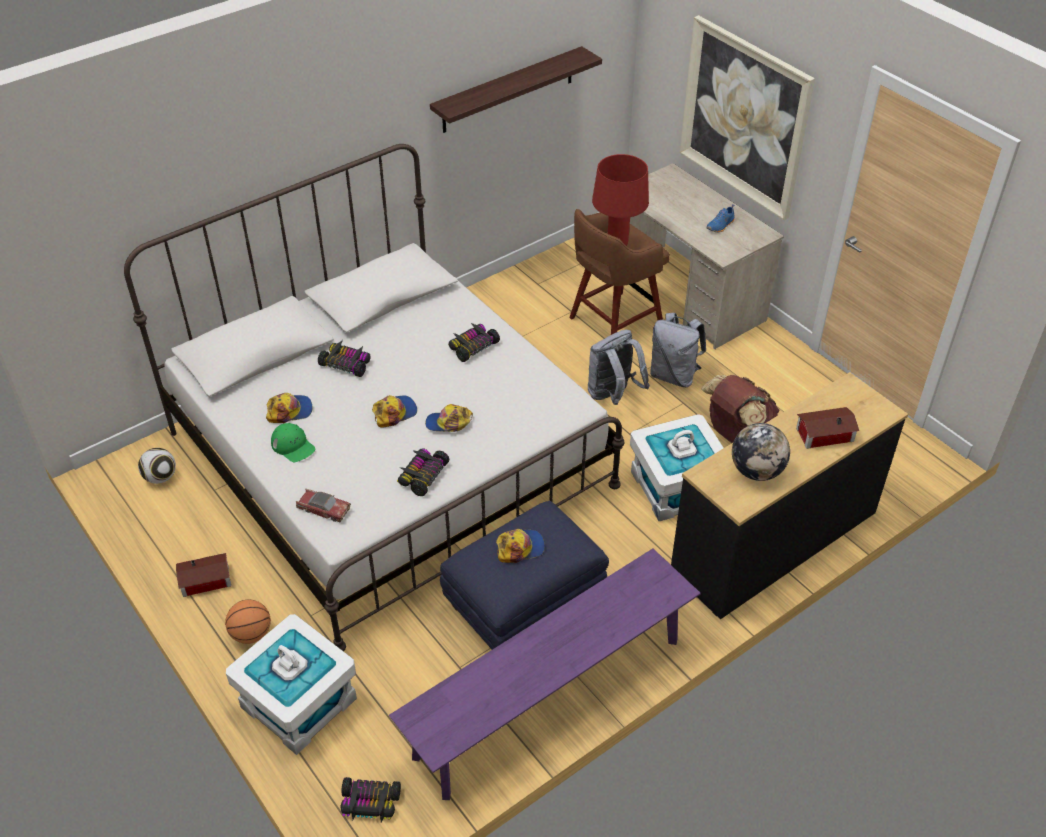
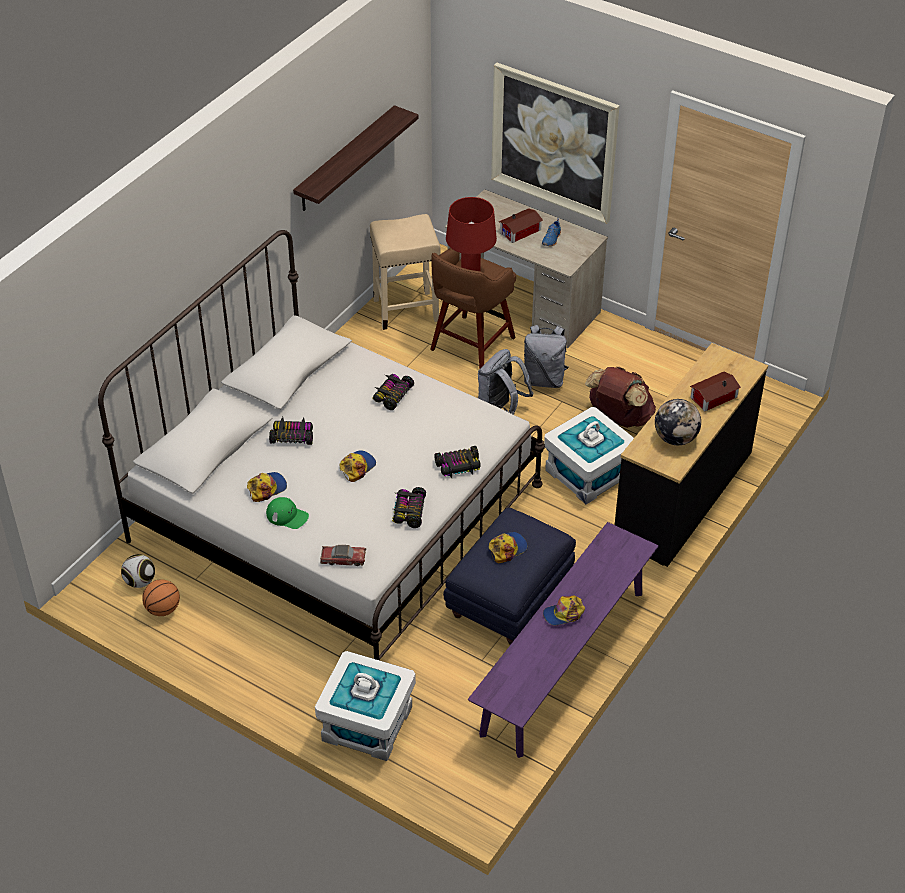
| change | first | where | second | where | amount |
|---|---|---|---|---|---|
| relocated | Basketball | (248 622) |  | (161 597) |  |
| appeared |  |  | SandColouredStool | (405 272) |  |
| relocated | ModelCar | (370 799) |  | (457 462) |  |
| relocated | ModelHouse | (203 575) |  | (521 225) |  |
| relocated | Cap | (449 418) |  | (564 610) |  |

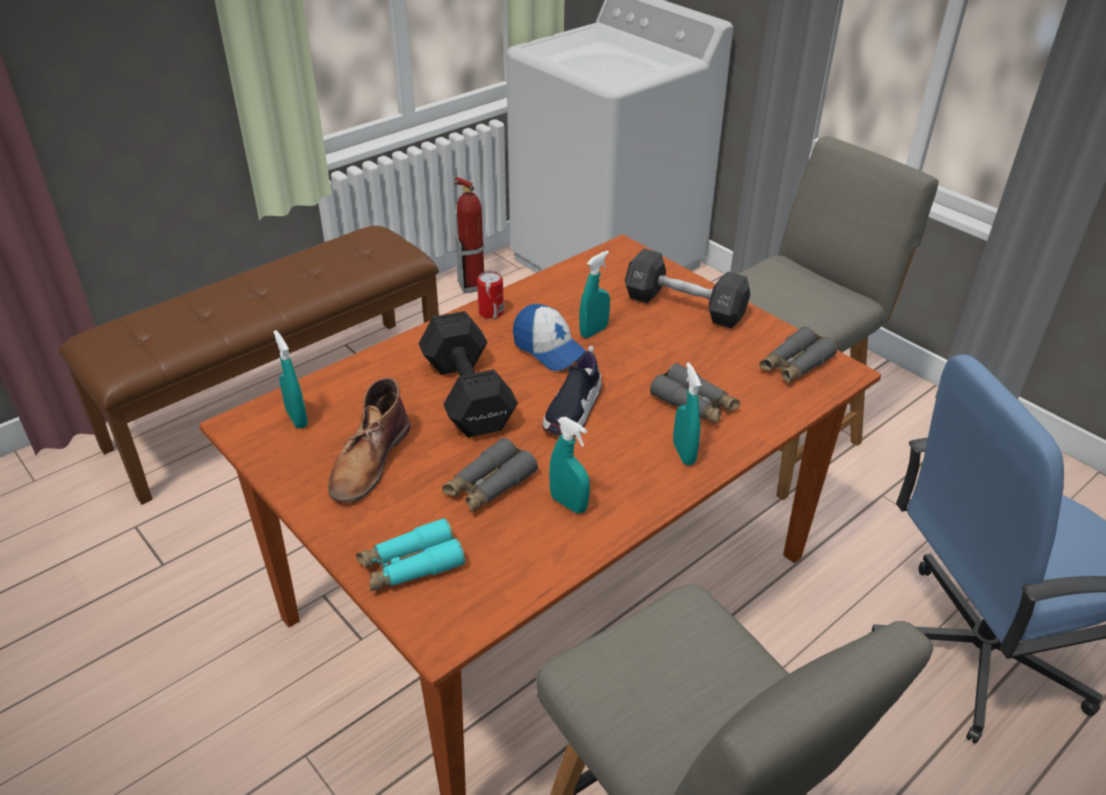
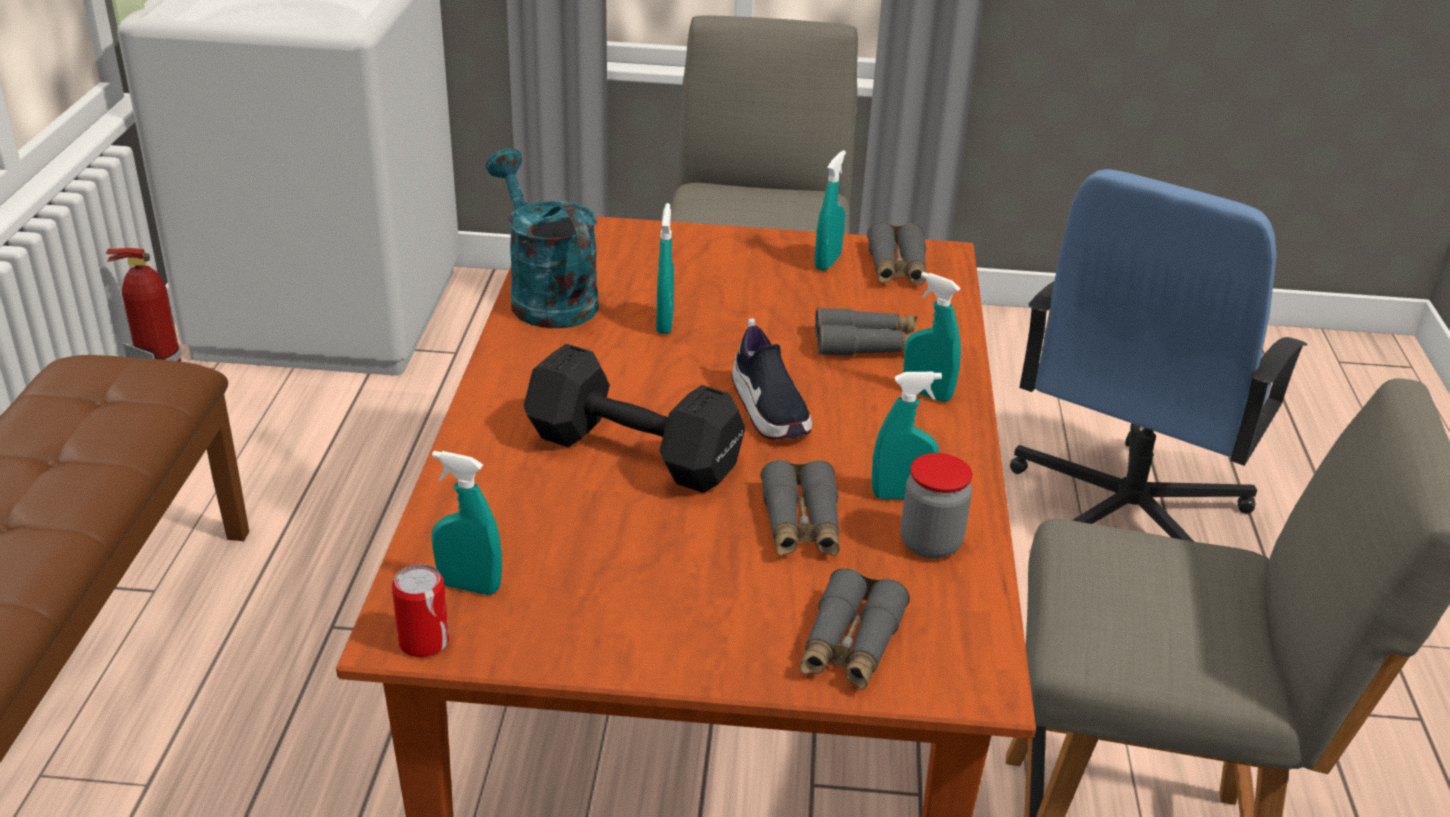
| change | first | where | second | where | amount |
|---|---|---|---|---|---|
| relocated | MetalCan | (490 295) |  | (420 611) |  |
| appeared |  |  | TurquoiseColouredWateringCan | (542 238) |  |
| colour | TurquoiseColouredBinoculars | (410 554) | GreyishBinoculars | (854 629) |  |
| appeared |  |  | TurquoiseColouredSprayer | (830 210) |  |
| appeared |  |  | PreserveJar | (936 506) |  |
| missing | BrownColouredTallBoot | (369 440) |  |  |  |
| missing | Cap | (549 337) |  |  |  |
| missing | BlackHandWeight | (687 288) |  |  |  |

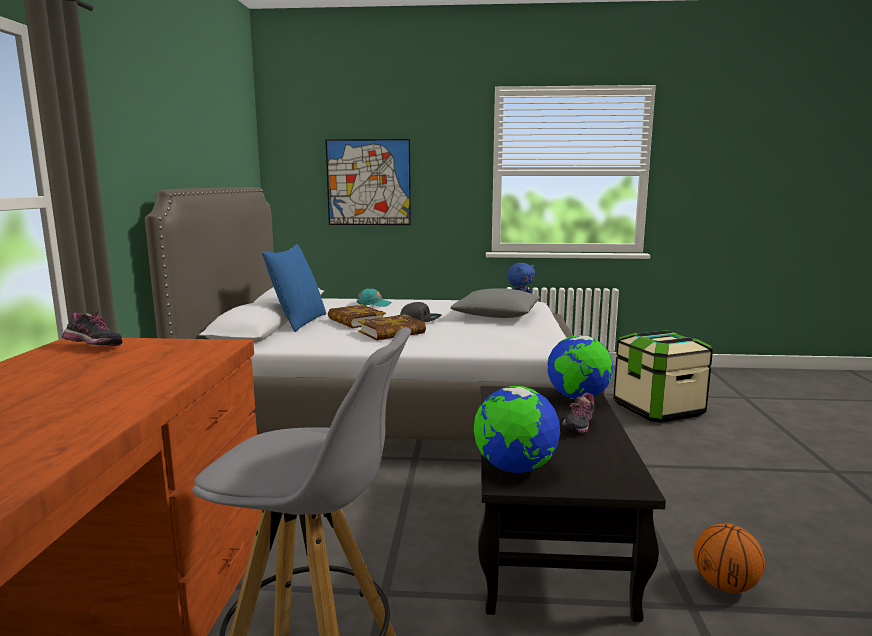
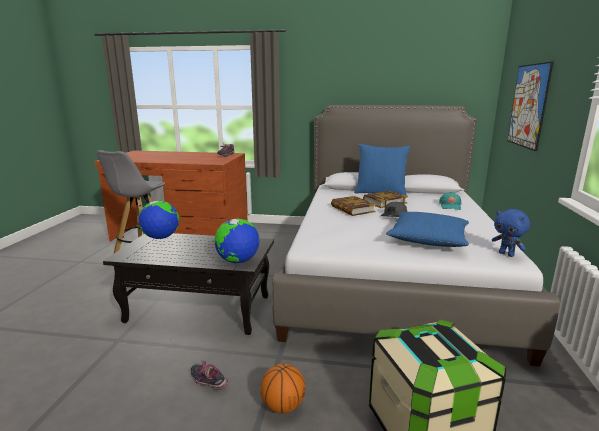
| change | first | where | second | where | amount |
|---|---|---|---|---|---|
| relocated | ItemOfFootwear | (578 413) |  | (209 375) |  |
| relocated | Basketball | (729 558) |  | (282 388) |  |
| colour | GreyishPillow | (495 303) | BlueColouredPillow | (427 229) |  |

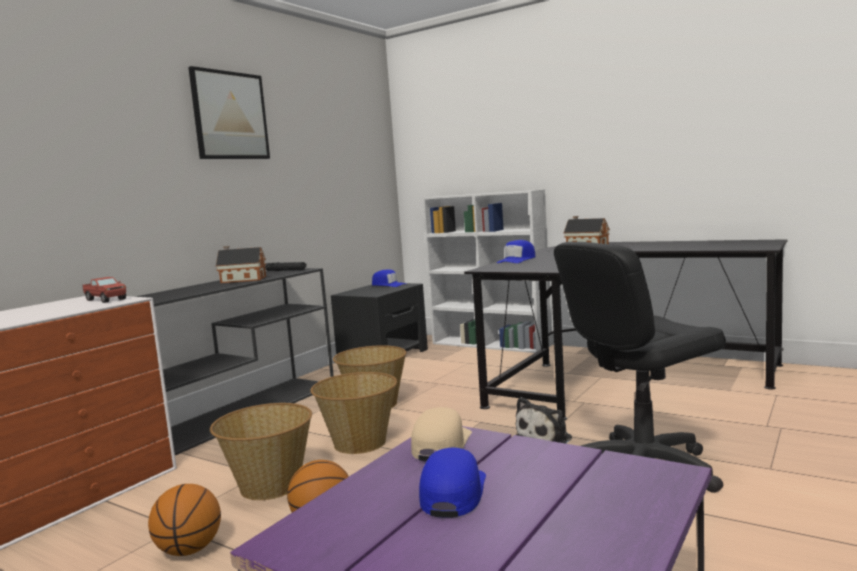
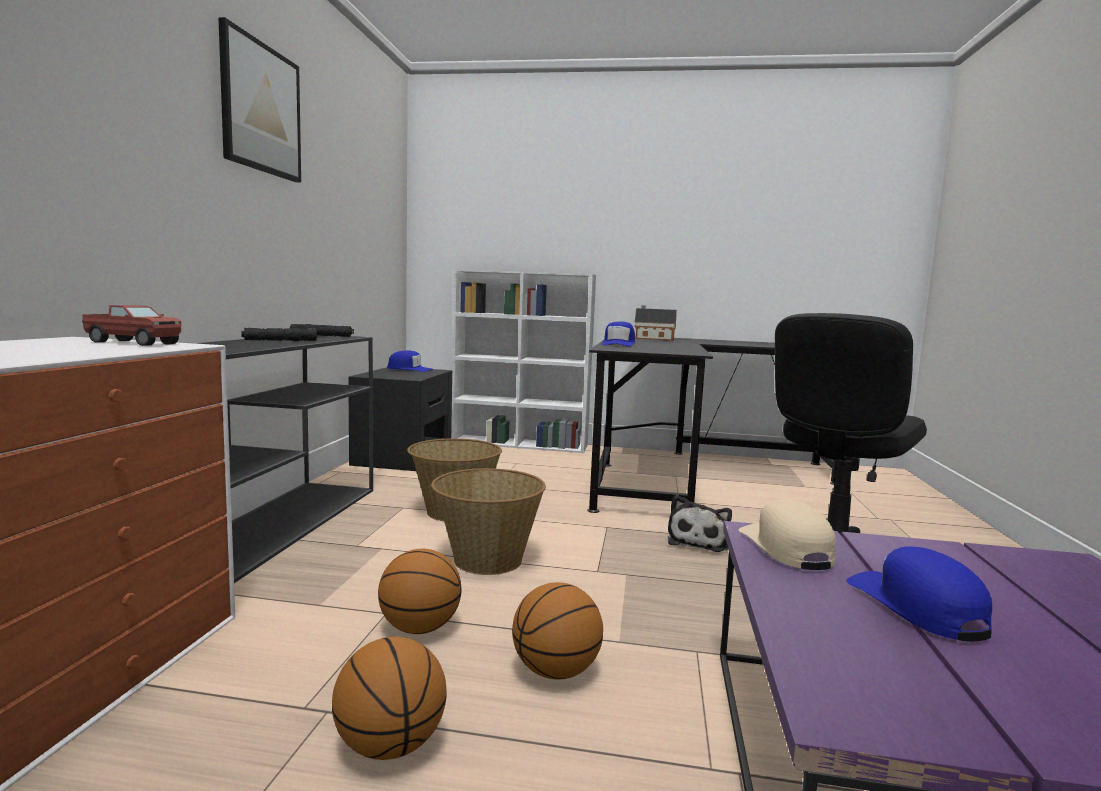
| change | first | where | second | where | amount |
|---|---|---|---|---|---|
| exchanged | ModelHouse | (241 264) | BlackTorch | (279 334) |  |
| exchanged | StorageBasket | (261 451) | Basketball | (420 591) |  |

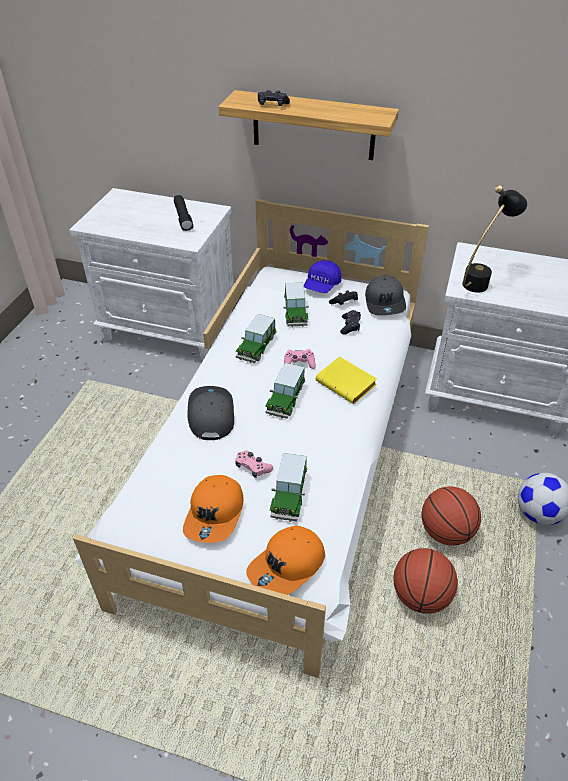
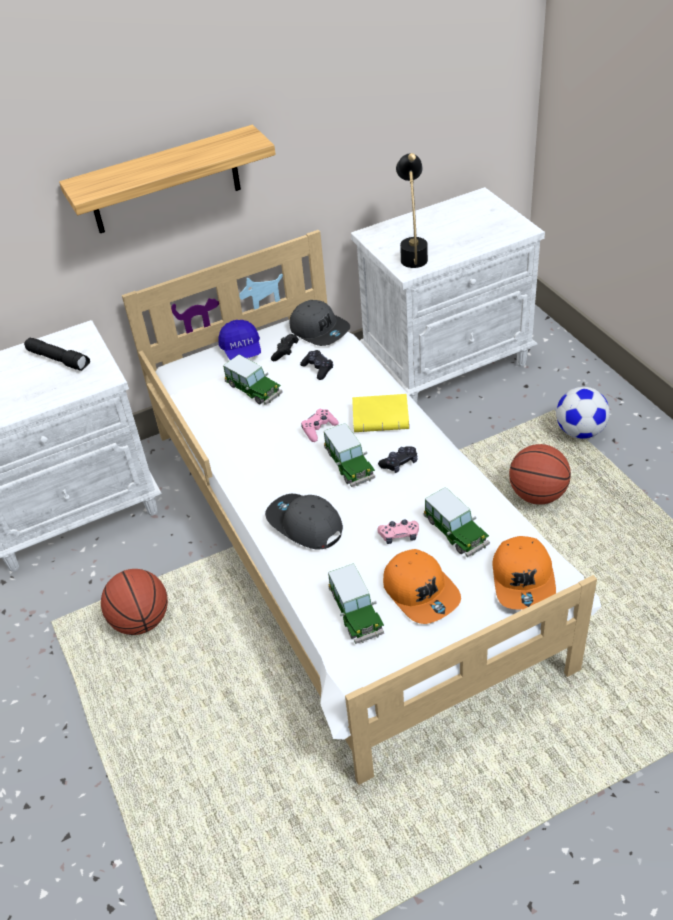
| change | first | where | second | where | amount |
|---|---|---|---|---|---|
| relocated | Basketball | (425 581) |  | (134 602) |  |
| relocated | ModelCar | (256 338) |  | (356 603) |  |
| relocated | BlackGameController | (274 98) |  | (398 459) |  |

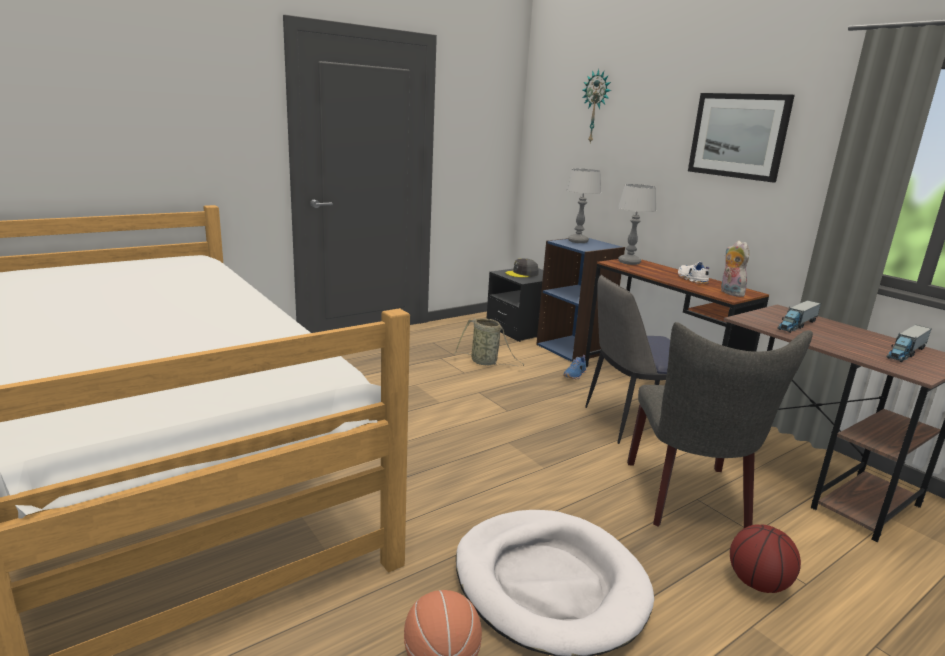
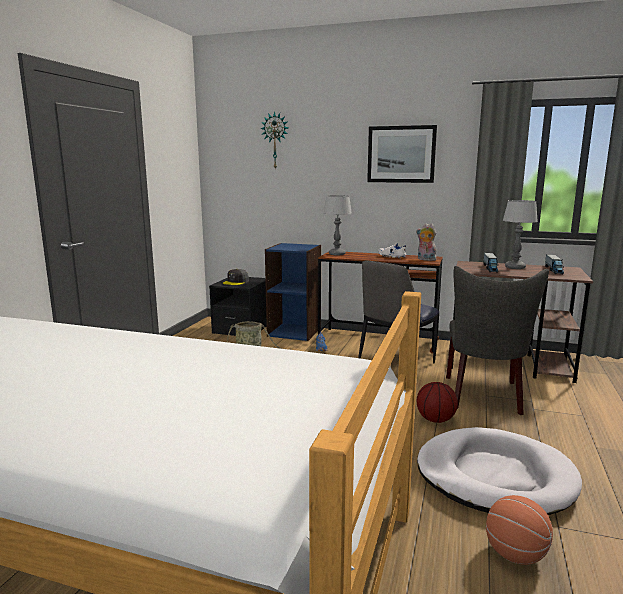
| change | first | where | second | where | amount |
|---|---|---|---|---|---|
| relocated | Basketball | (765 558) |  | (437 402) |  |
| spun | GreyishChair | (720 425) |  | (497 340) | 45 degrees clockwise |
| relocated | LampForATable | (583 206) |  | (520 234) |  |

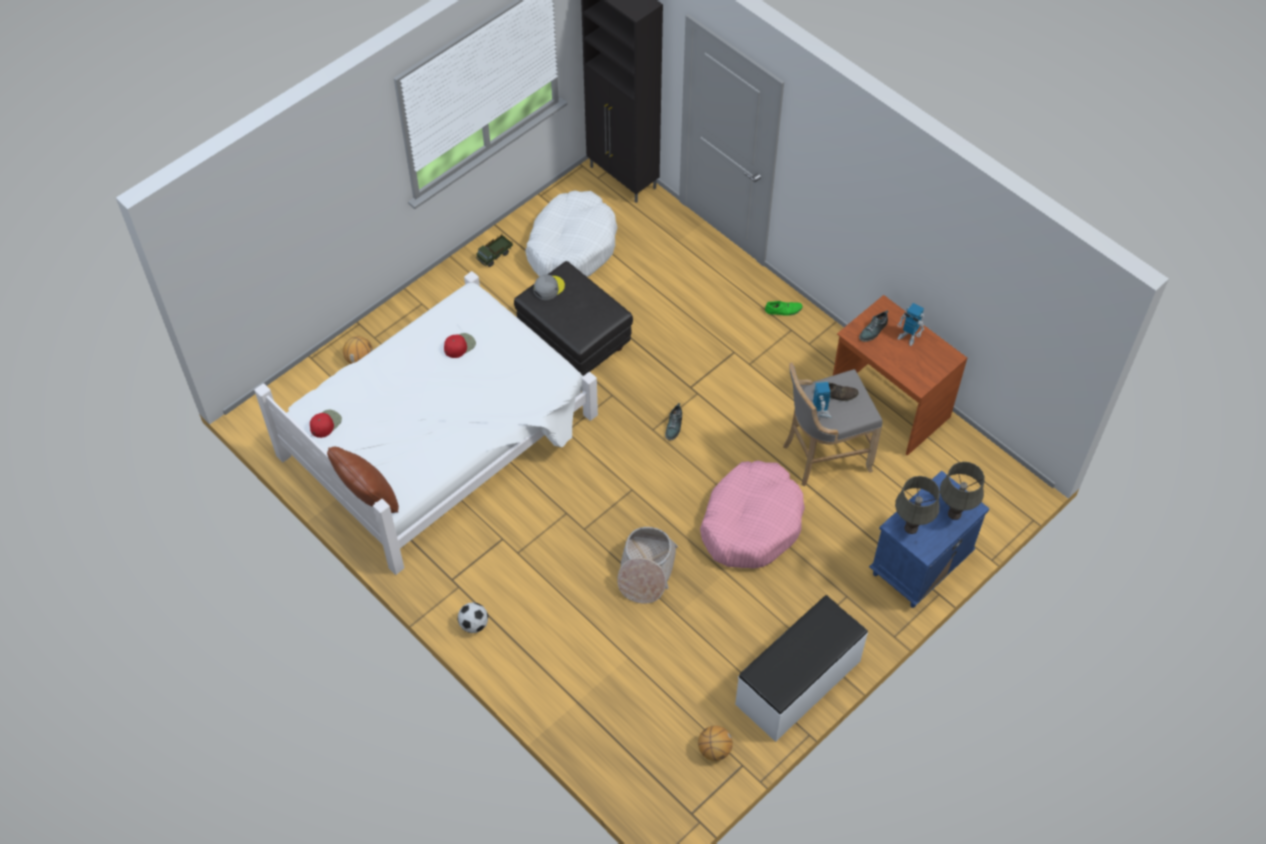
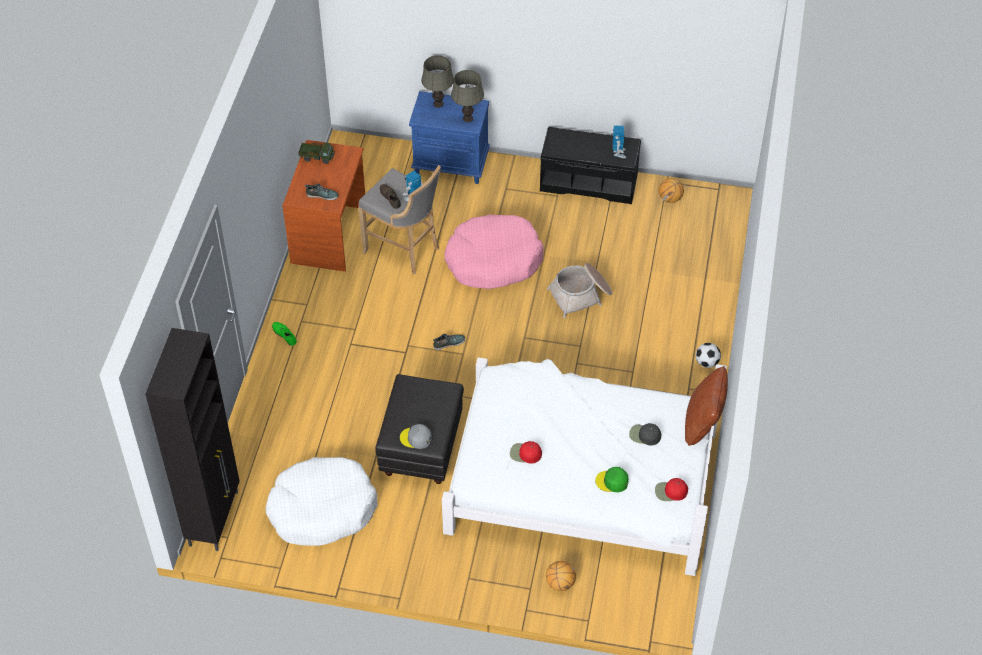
| change | first | where | second | where | amount |
|---|---|---|---|---|---|
| relocated | ToyTruck | (494 251) |  | (316 153) |  |
| colour | WhiteColouredIndoorBench | (801 668) | BlackIndoorBench | (590 165) |  |
| appeared |  |  | GreenColouredCap | (611 479) |  |
| relocated | RobotFigure | (910 324) |  | (619 142) |  |
| appeared |  |  | BlackCap | (645 434) |  |

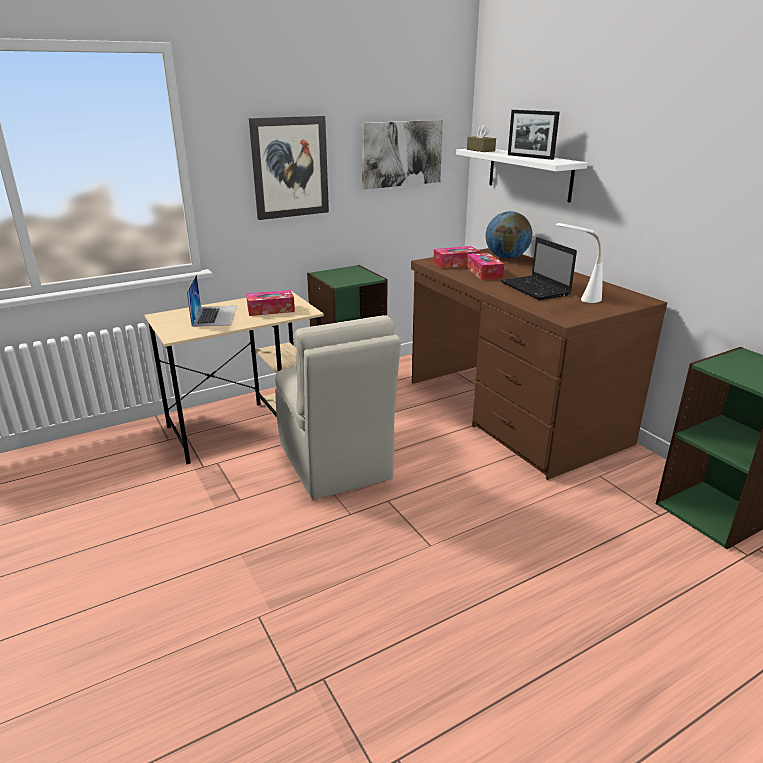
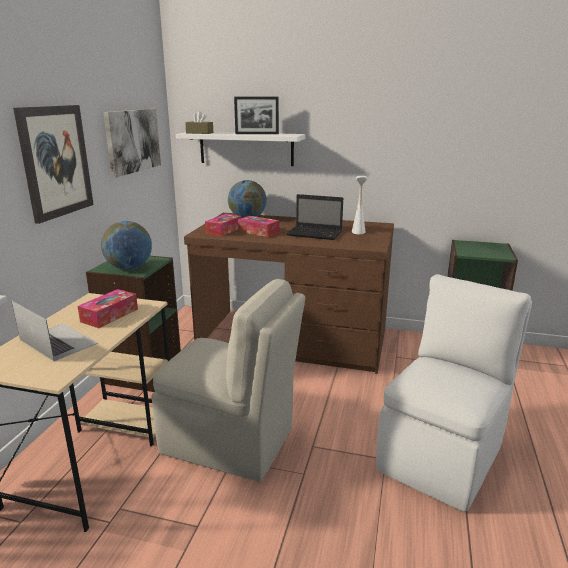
| change | first | where | second | where | amount |
|---|---|---|---|---|---|
| appeared |  |  | WorldGlobe | (126 245) |  |
| appeared |  |  | WhiteColouredChair | (454 393) |  |

